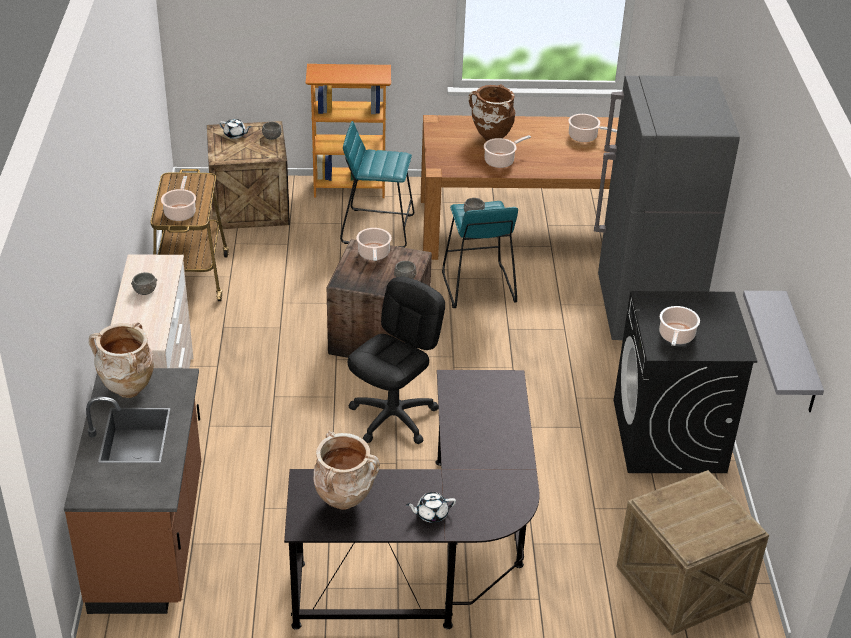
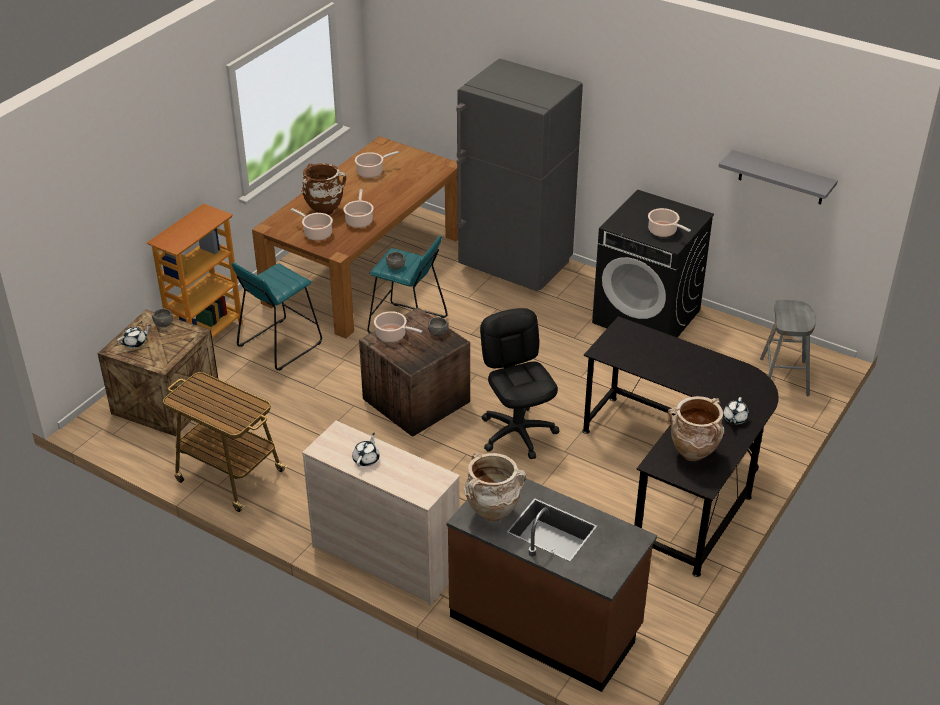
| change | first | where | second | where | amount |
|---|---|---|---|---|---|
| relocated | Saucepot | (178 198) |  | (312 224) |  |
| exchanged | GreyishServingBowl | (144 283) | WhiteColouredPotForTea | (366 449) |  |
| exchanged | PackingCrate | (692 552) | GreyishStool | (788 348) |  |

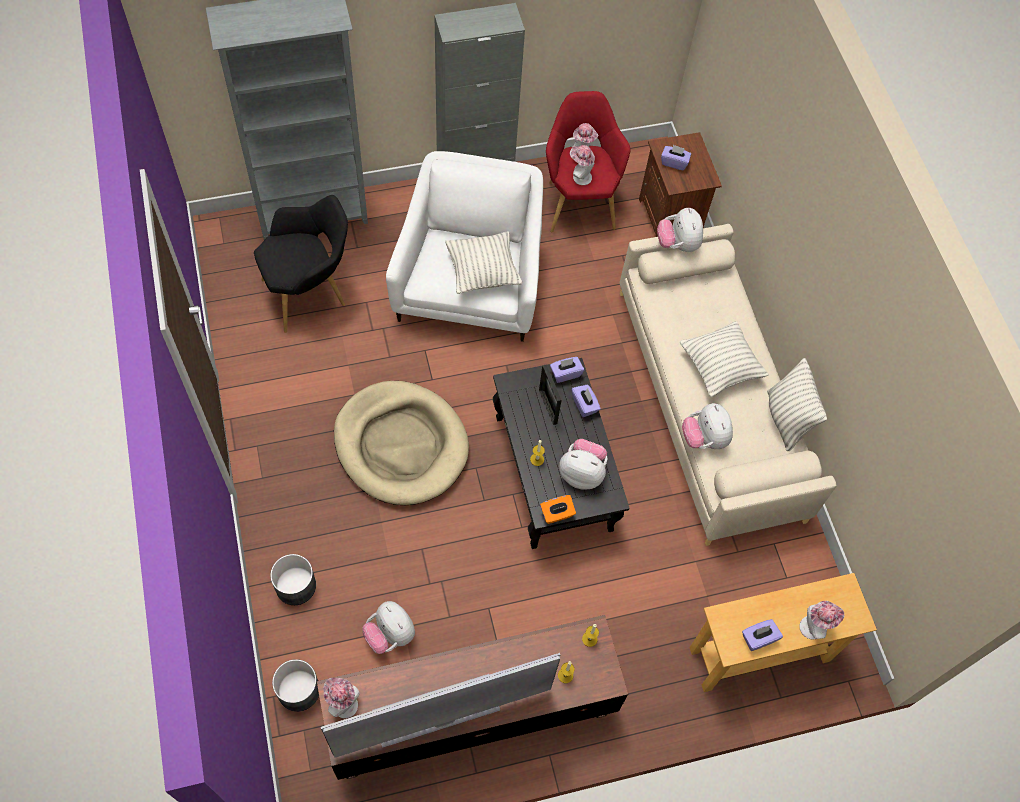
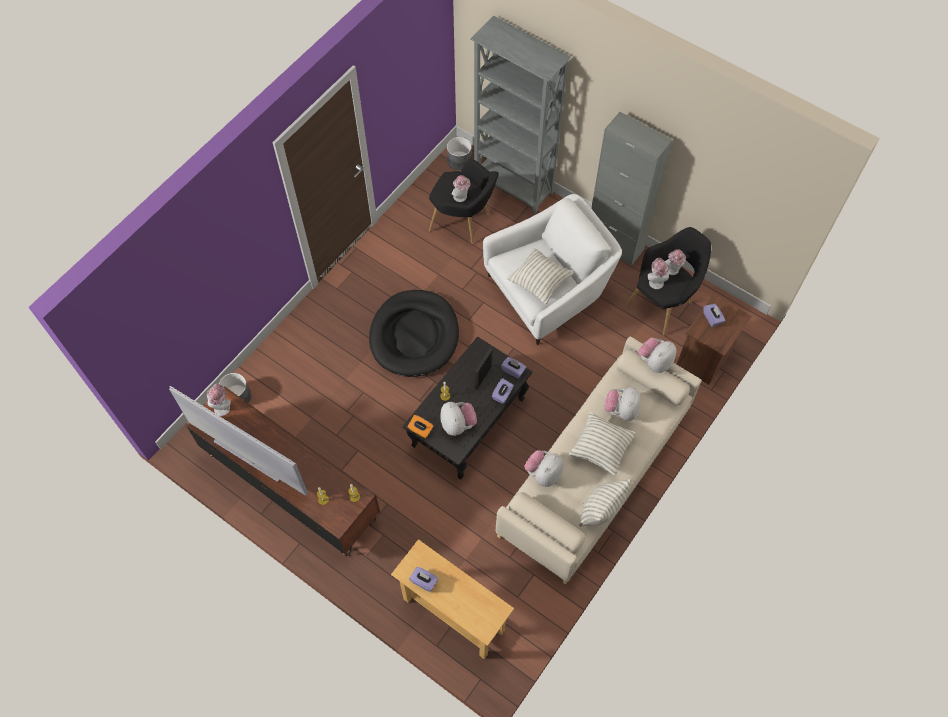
| change | first | where | second | where | amount |
|---|---|---|---|---|---|
| colour | SandColouredPetBed | (401 443) | BlackPetBed | (414 333) |  |
| relocated | GreyishPlantPot | (293 579) |  | (459 153) |  |
| relocated | WearableHat | (821 620) |  | (461 188) |  |
| relocated | PlushToy | (388 627) |  | (622 404) |  |
| colour | ReddishEasyChair | (588 161) | BlackEasyChair | (668 281) |  |

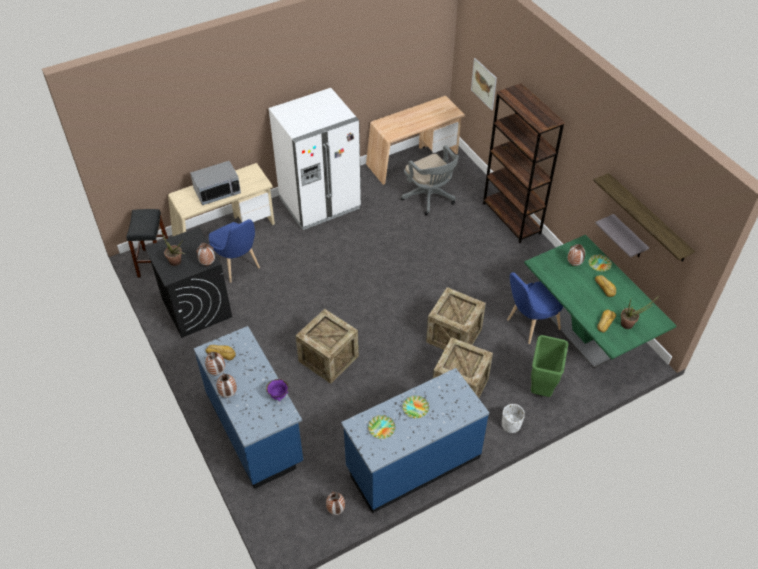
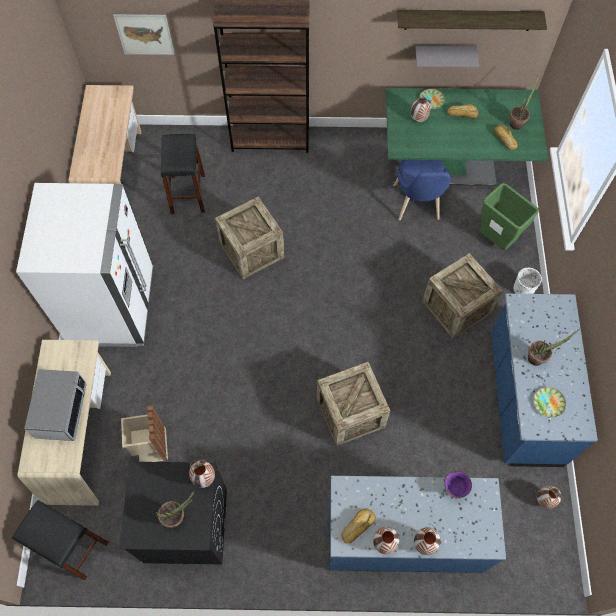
| change | first | where | second | where | amount |
|---|---|---|---|---|---|
| exchanged | BlueColouredChair | (234 251) | SandColouredRubbishBin | (144 433) |  |
| exchanged | GreyishComputerChair | (430 180) | BlackStool | (183 174) |  |
| relocated | PackingCrate | (456 318) |  | (250 237) |  |
| exchanged | FlatDish | (415 407) | Houseplant | (554 347) |  |

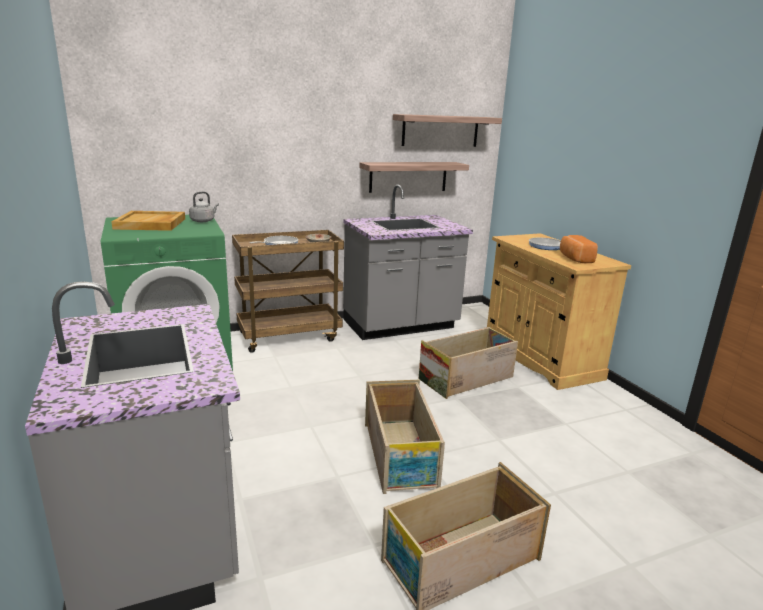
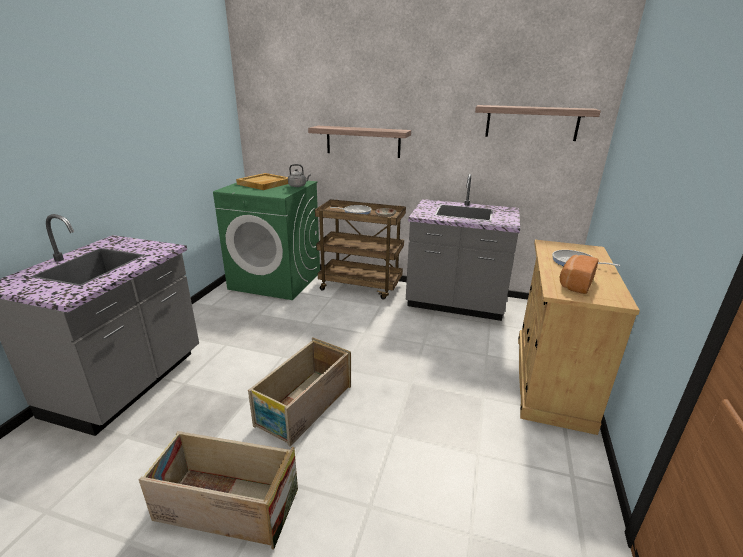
| change | first | where | second | where | amount |
|---|---|---|---|---|---|
| relocated | WallShelf | (414 177) |  | (359 142) |  |
| missing | PackingCrate | (468 363) |  |  |  |

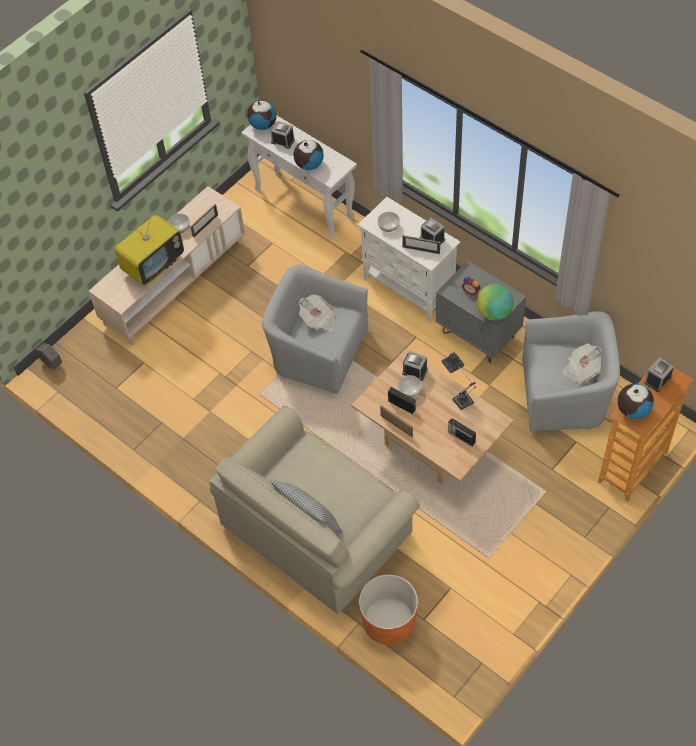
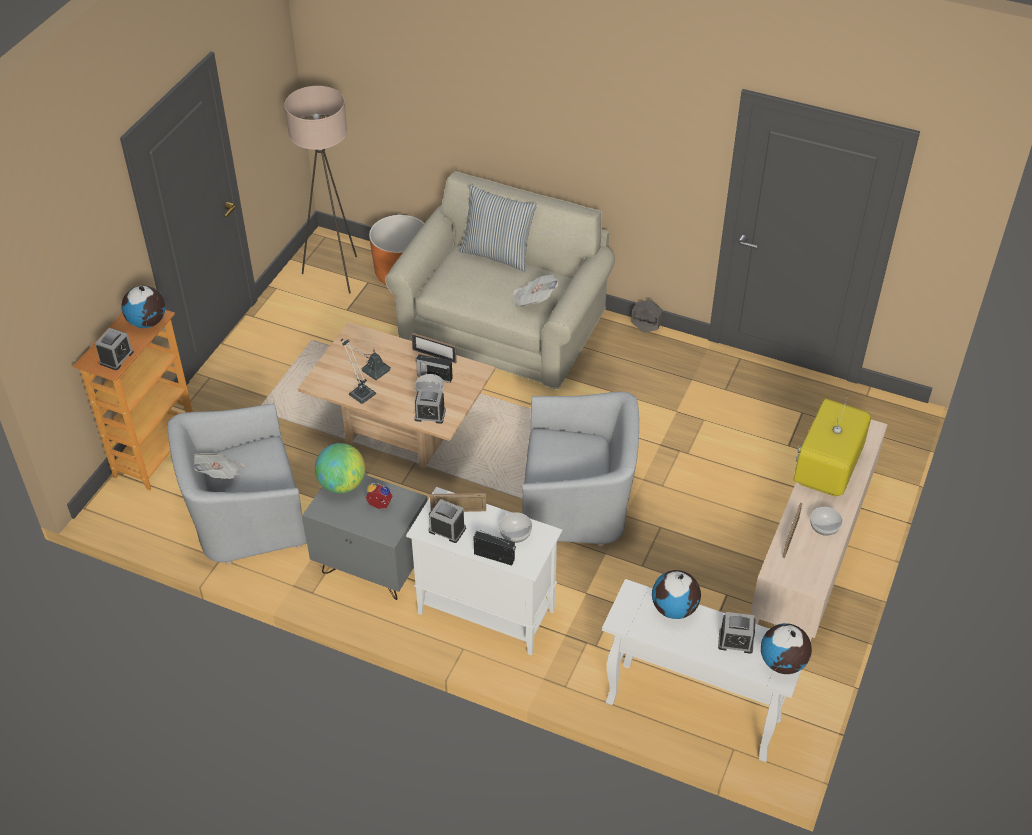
| change | first | where | second | where | amount |
|---|---|---|---|---|---|
| appeared |  |  | SandColouredFloorLamp | (320 190) |  |
| relocated | RadioSet | (462 432) |  | (494 548) |  |
| relocated | Newspaper | (317 313) |  | (536 290) |  |
| relocated | GreyishPlantPot | (49 356) |  | (647 316) |  |

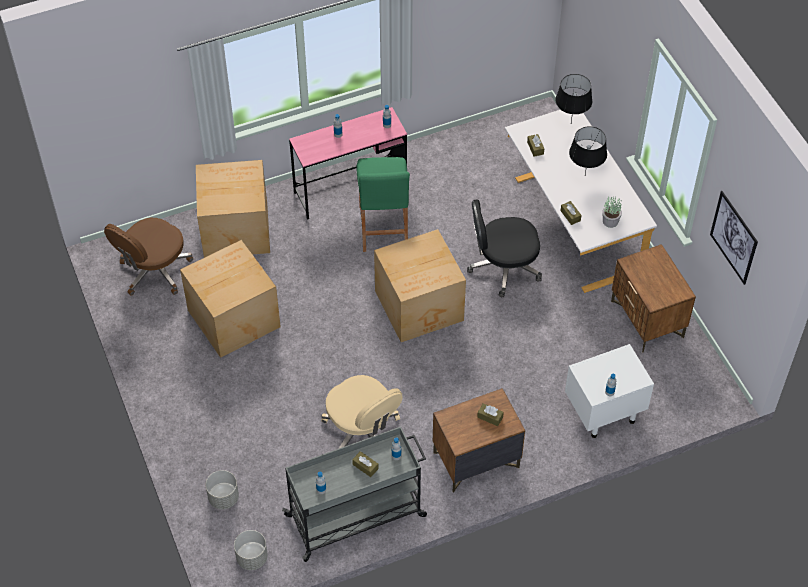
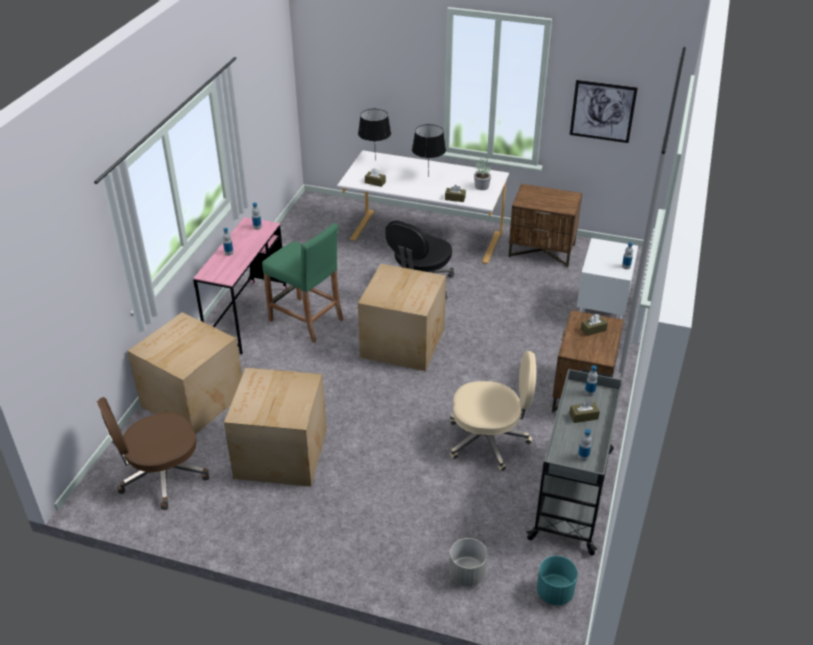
| change | first | where | second | where | amount |
|---|---|---|---|---|---|
| spun | BrownColouredComputerChair | (148 257) |  | (153 453) | 75 degrees clockwise |
| colour | GreyishPlantPot | (251 550) | TurquoiseColouredPlantPot | (557 580) |  |

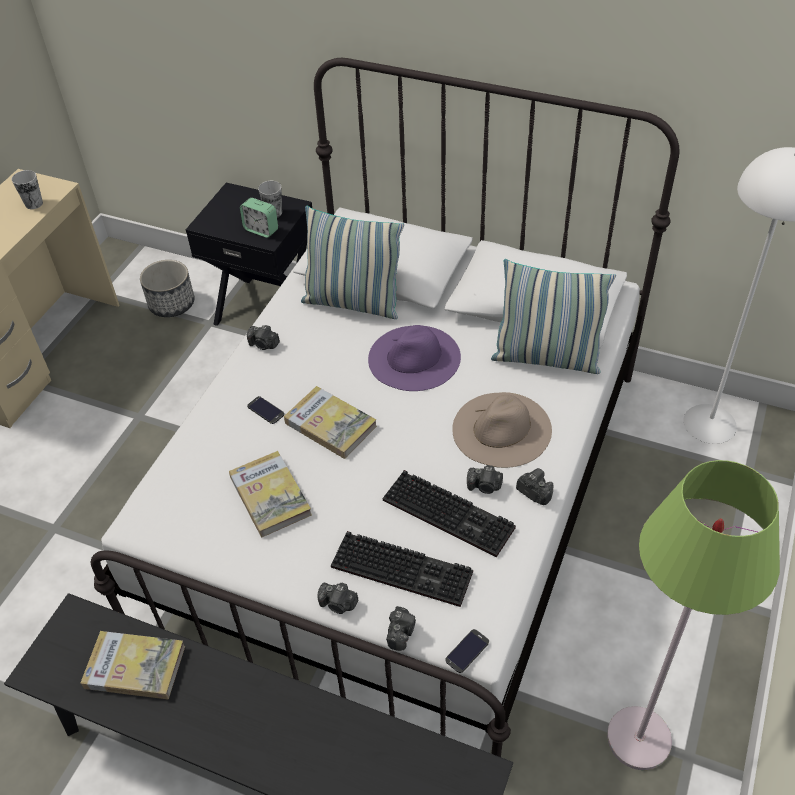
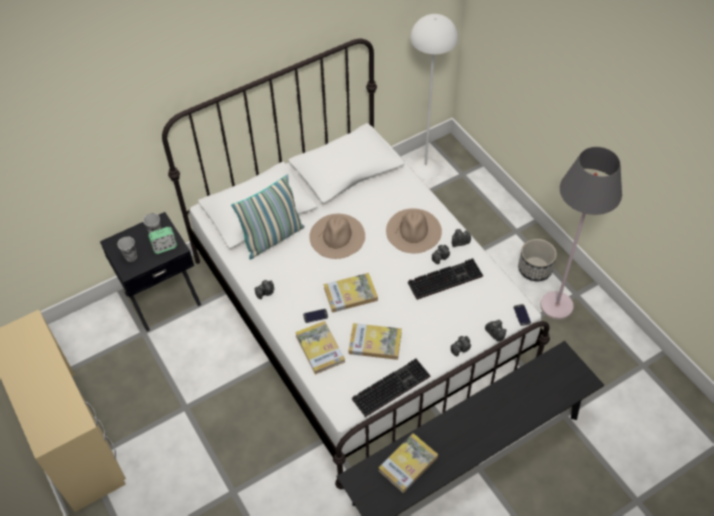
| change | first | where | second | where | amount |
|---|---|---|---|---|---|
| relocated | SmallCup | (27 189) |  | (127 249) |  |
| appeared |  |  | BoundBook | (320 348) |  |
| colour | PurpleWearableHat | (414 358) | SandColouredWearableHat | (337 236) |  |
| relocated | Keyboard | (402 569) |  | (391 387) |  |
| relocated | PlantPot | (167 288) |  | (537 260) |  |
| colour | GreenColouredFloorLamp | (693 615) | GreyishFloorLamp | (581 233) |  |
| missing | Pillow | (553 316) |  |  |  |

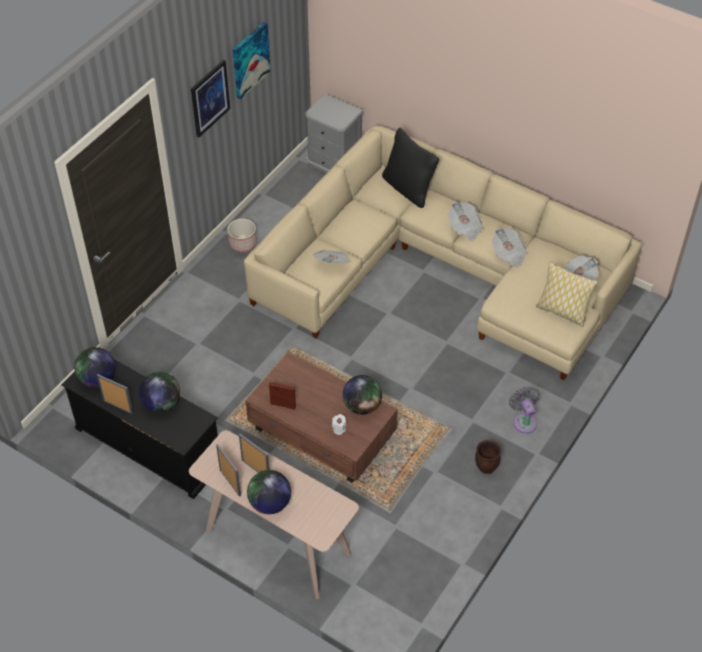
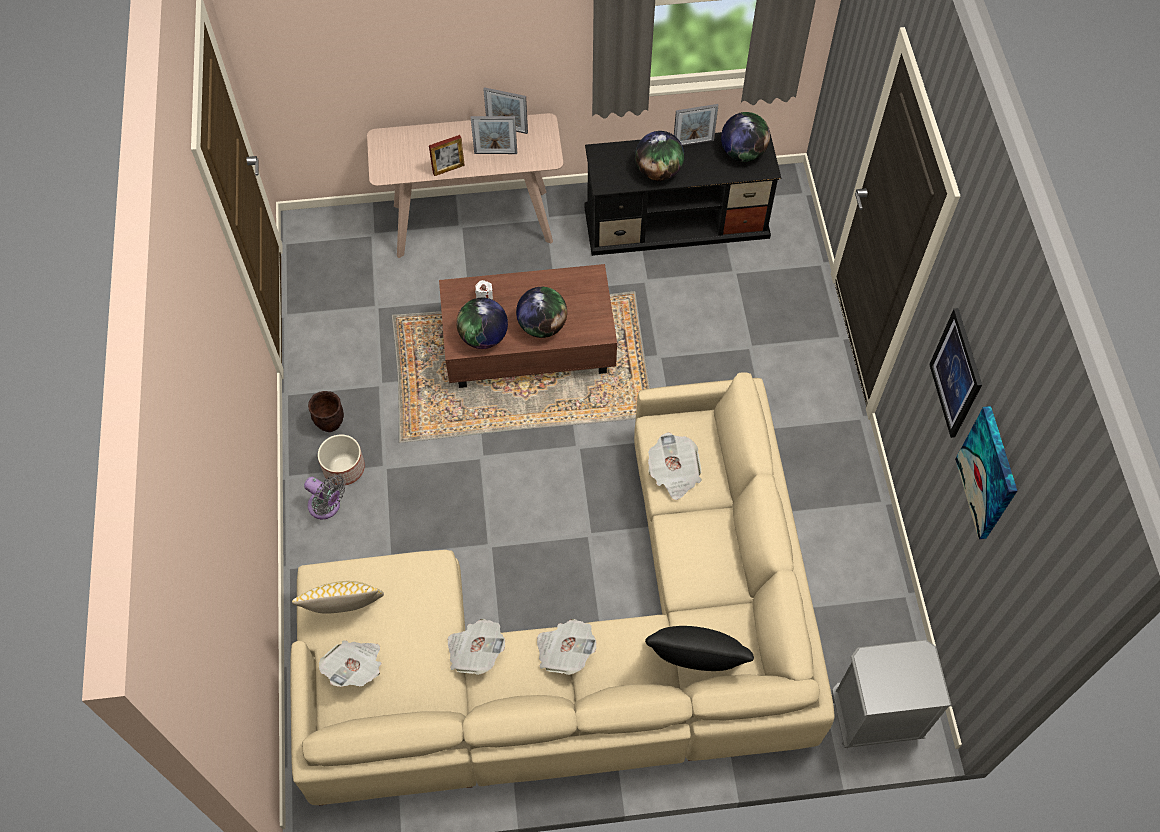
| change | first | where | second | where | amount |
|---|---|---|---|---|---|
| relocated | PlantPot | (242 235) |  | (341 460) |  |
| relocated | PhotoFrame | (282 396) |  | (447 155) |  |
| relocated | WorldGlobe | (269 492) |  | (541 312) |  |

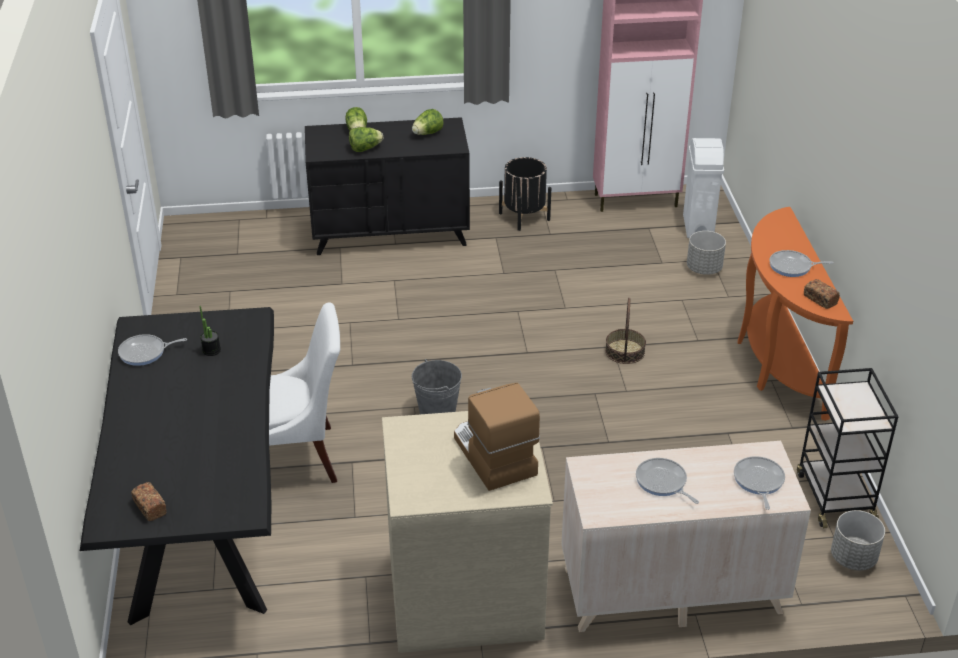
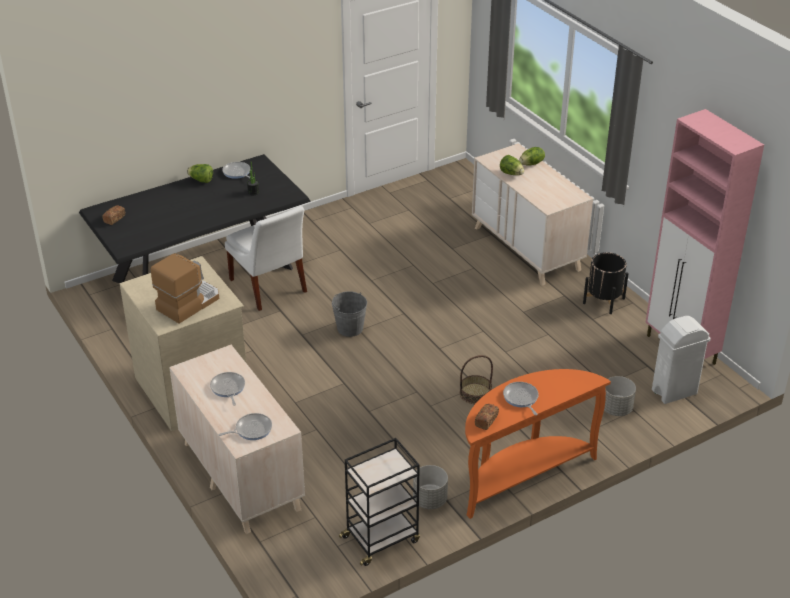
| change | first | where | second | where | amount |
|---|---|---|---|---|---|
| relocated | LettuceHead | (428 122) |  | (200 173) |  |
| spun | FryingPan | (667 481) |  | (227 389) | 45 degrees counterclockwise |
| relocated | GreyishPlantPot | (858 540) |  | (430 487) |  |
| colour | BlackDrawerChest | (387 186) | SandColouredDrawerChest | (532 214) |  |

